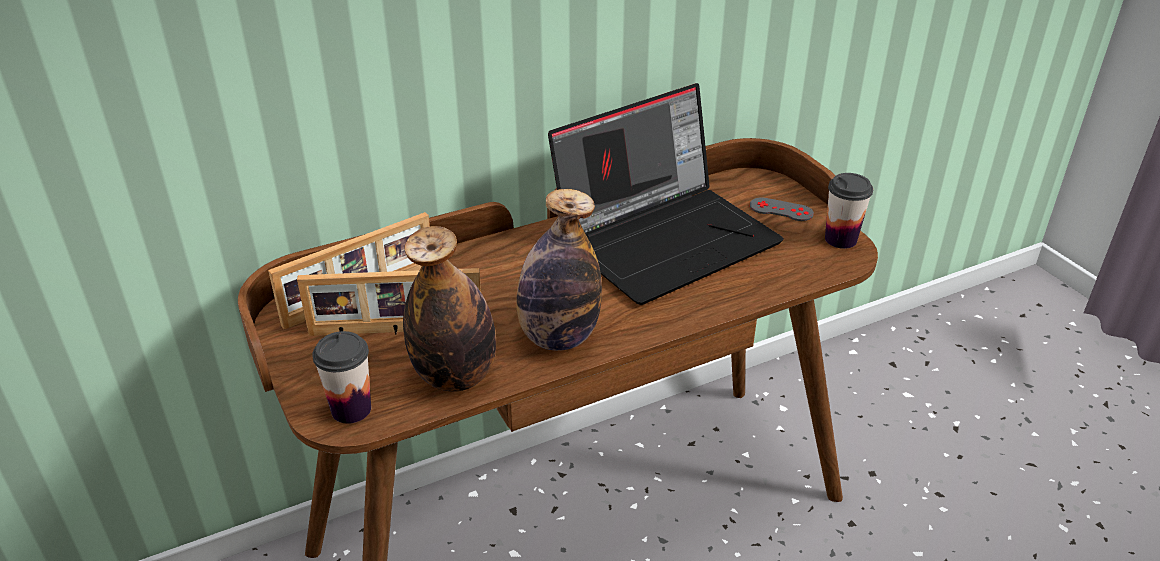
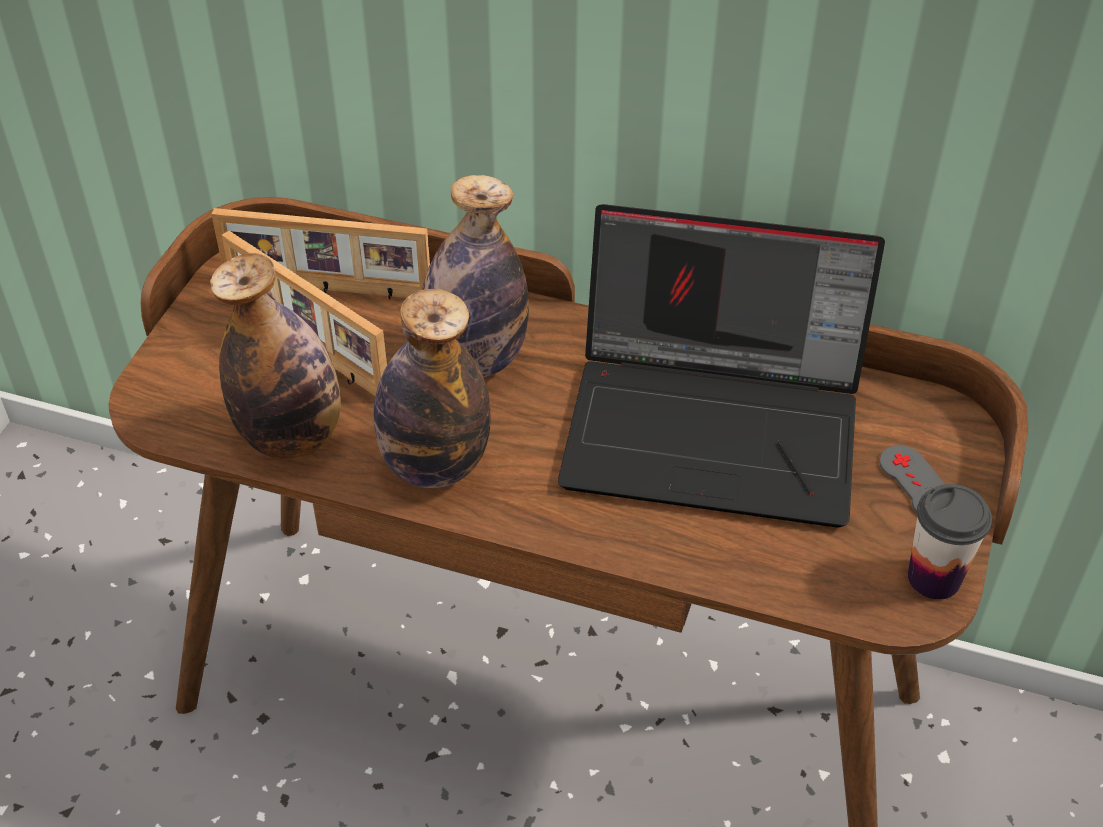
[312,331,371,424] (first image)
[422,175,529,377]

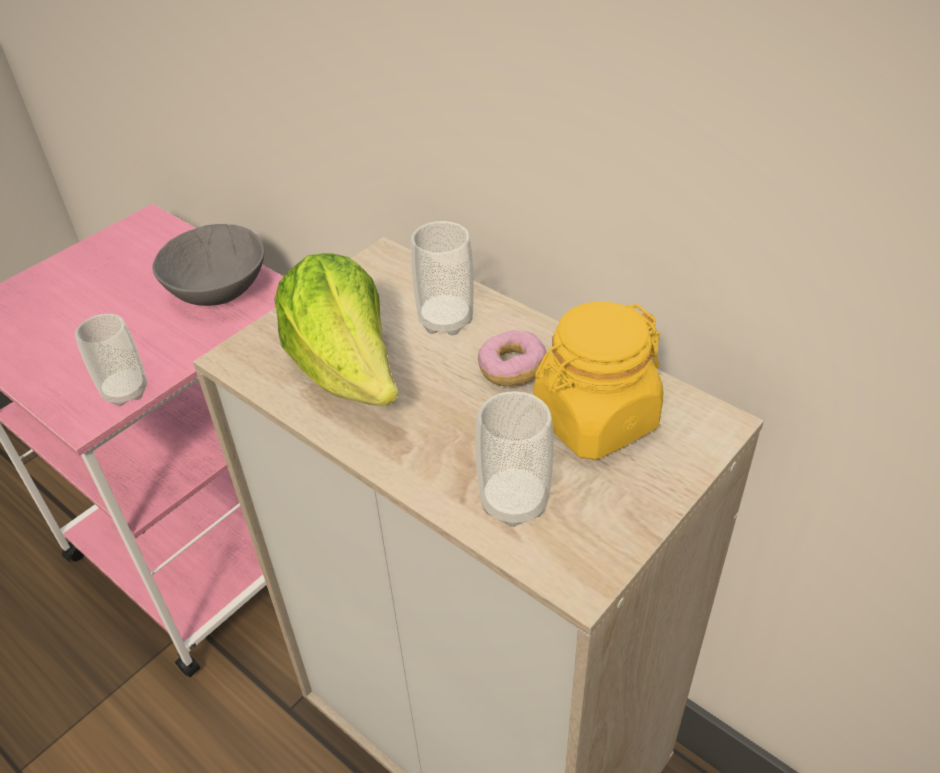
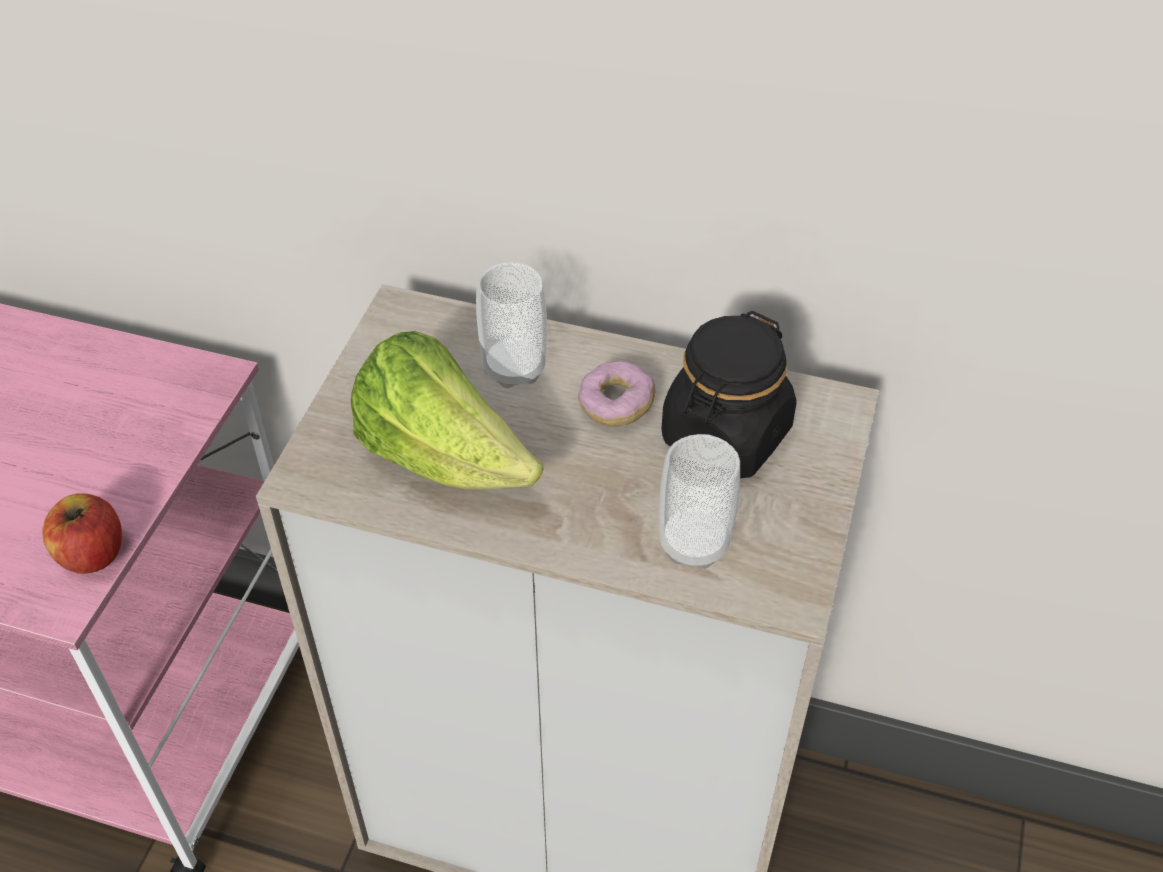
[153,224,264,306] (first image)
[42,493,122,574]
[661,311,797,478]

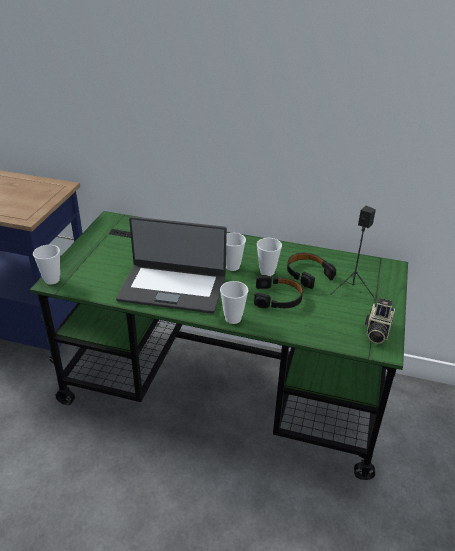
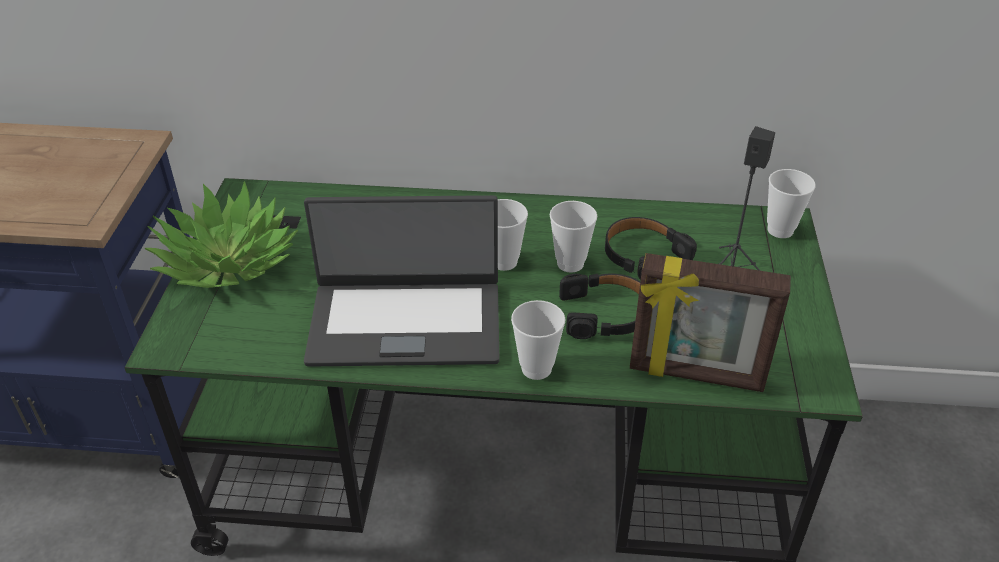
[365,298,395,344] (first image)
[144,181,298,288]
[630,253,791,392]
[767,169,816,238]

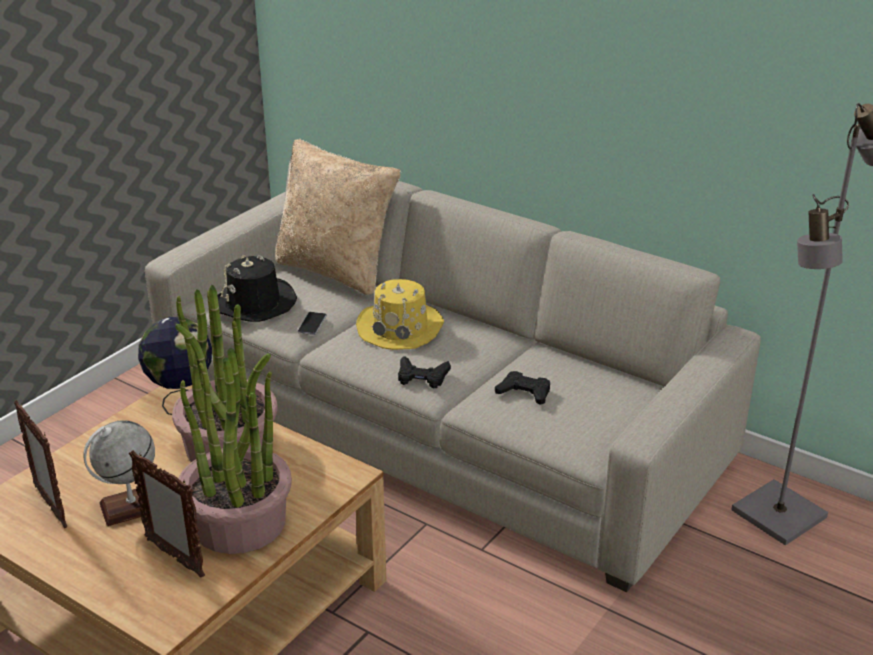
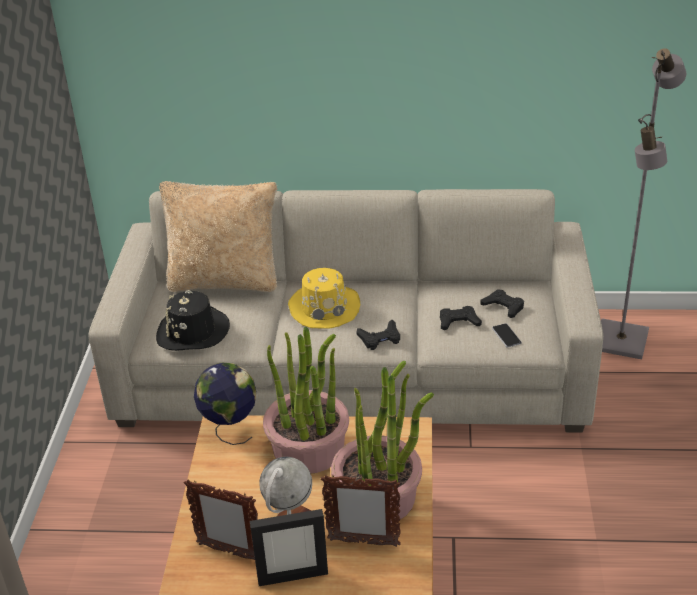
[250,509,328,586]
[480,289,524,318]
[492,323,522,348]

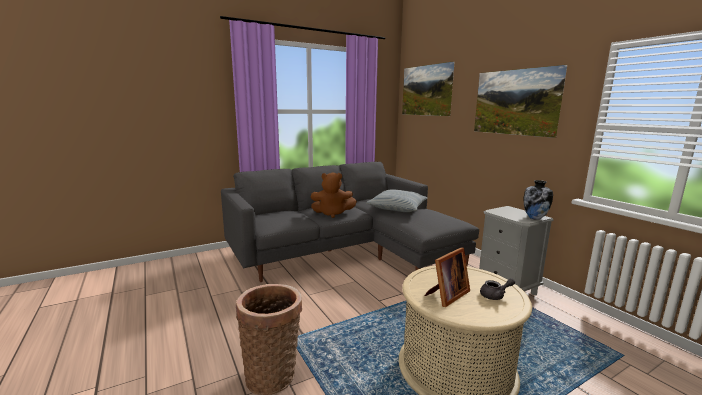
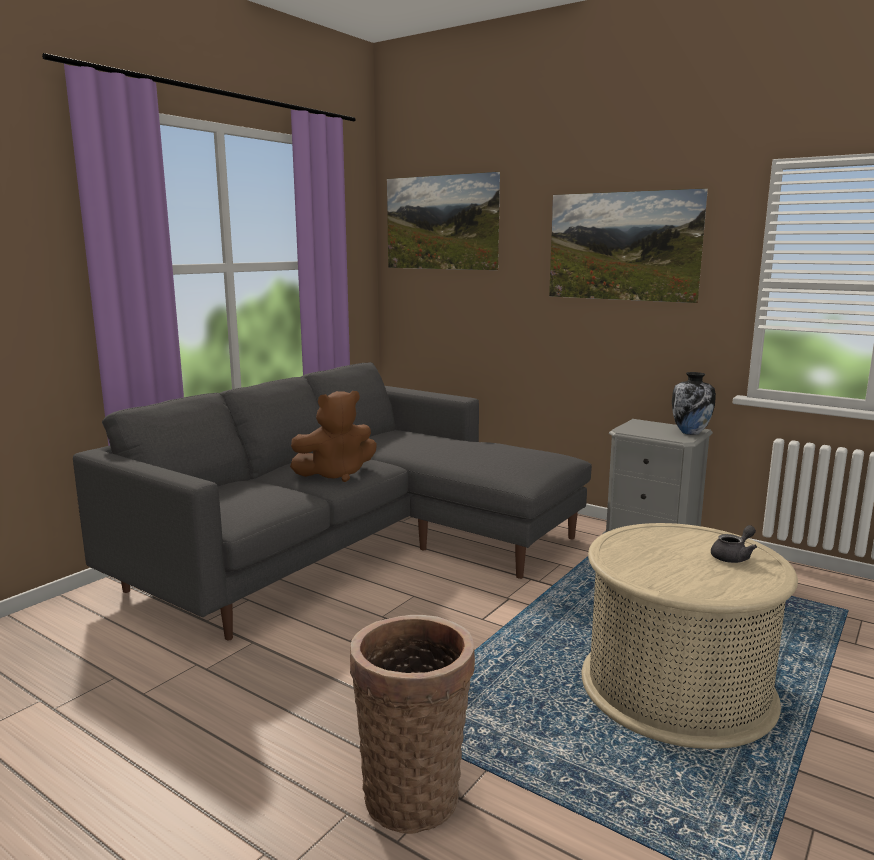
[366,189,428,212] (first image)
[424,248,470,307] (first image)

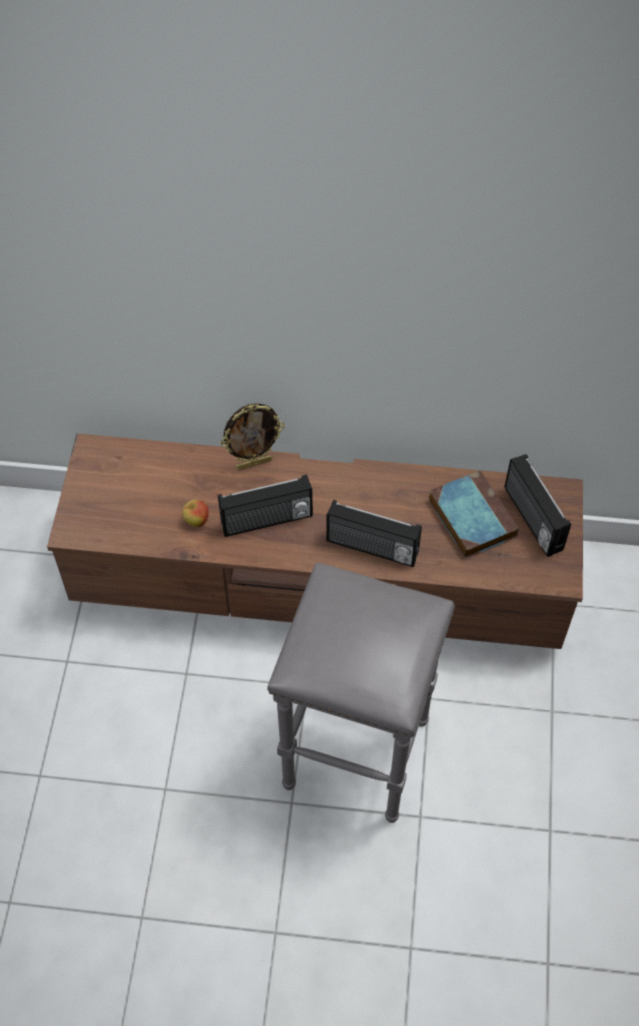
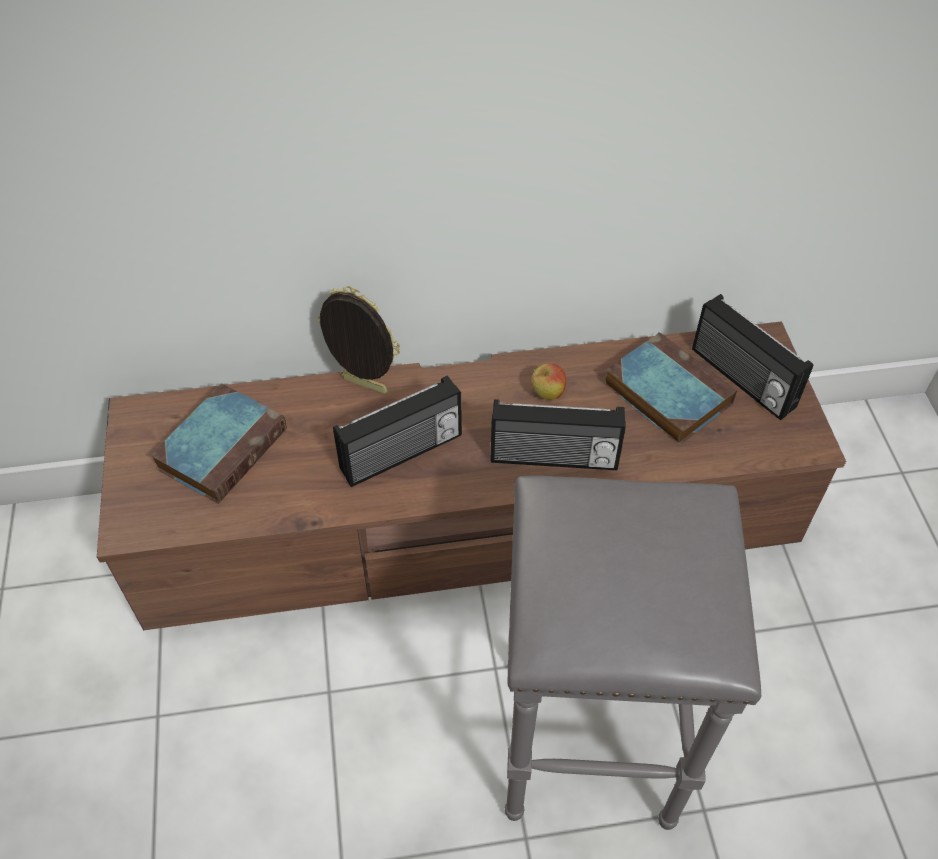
[150,383,287,504]
[531,364,566,400]
[318,286,400,394]

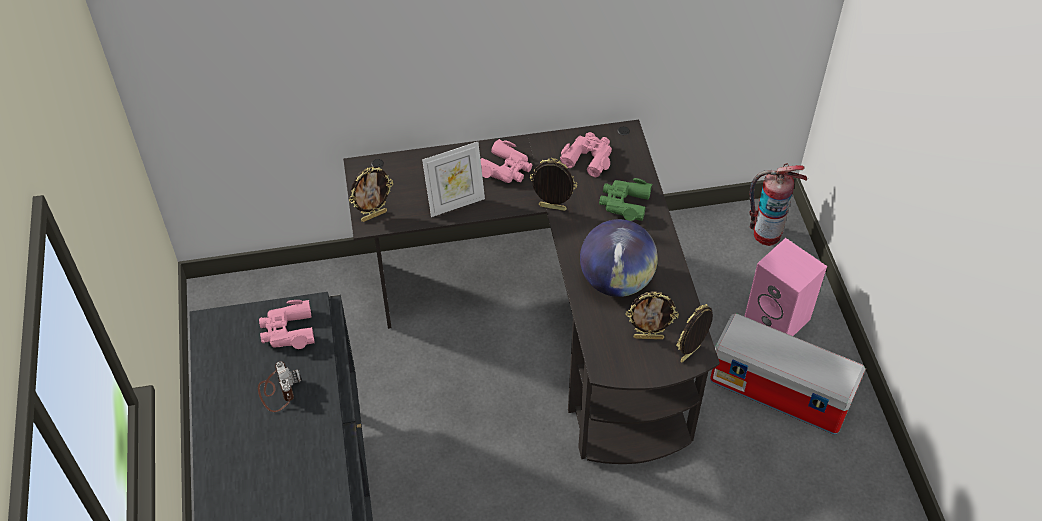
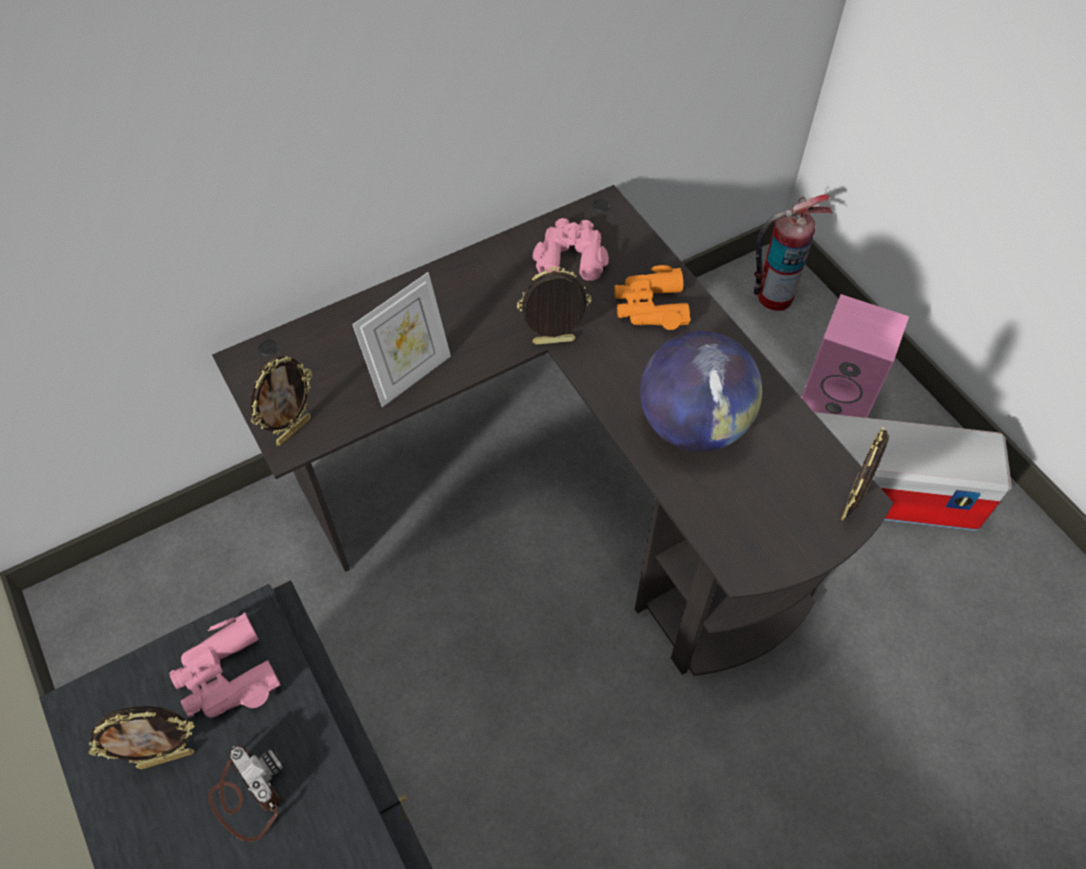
[480,139,532,183] (first image)
[88,706,195,769]
[614,265,691,330]

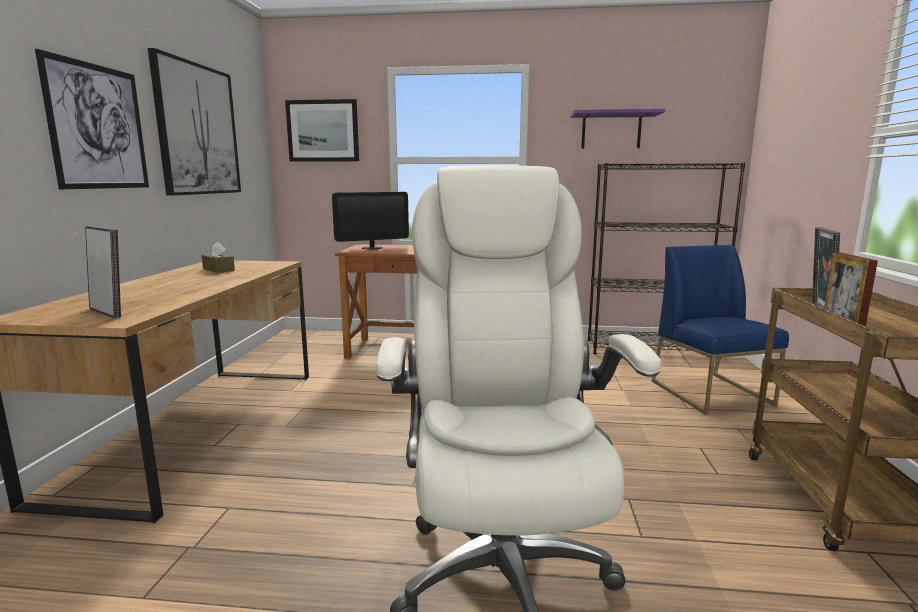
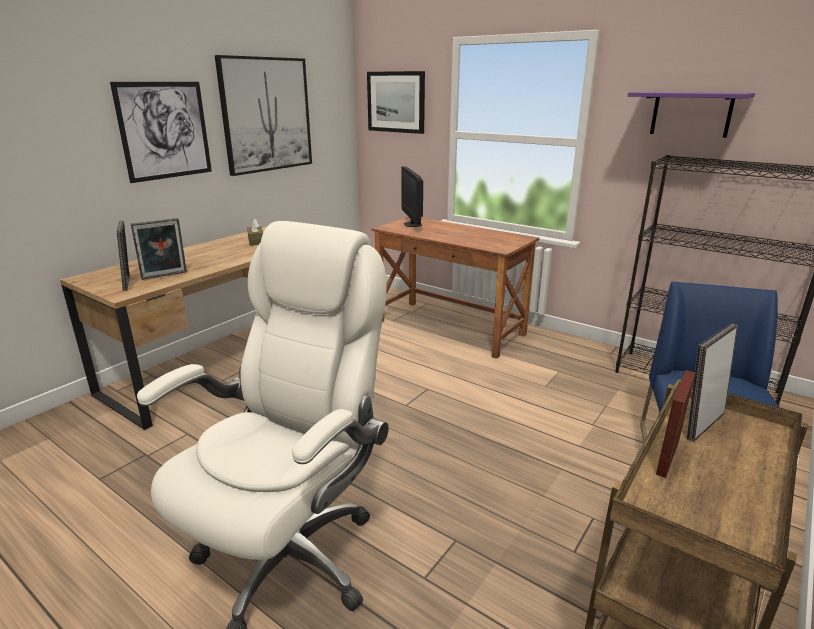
[131,218,187,280]
[401,166,423,227]

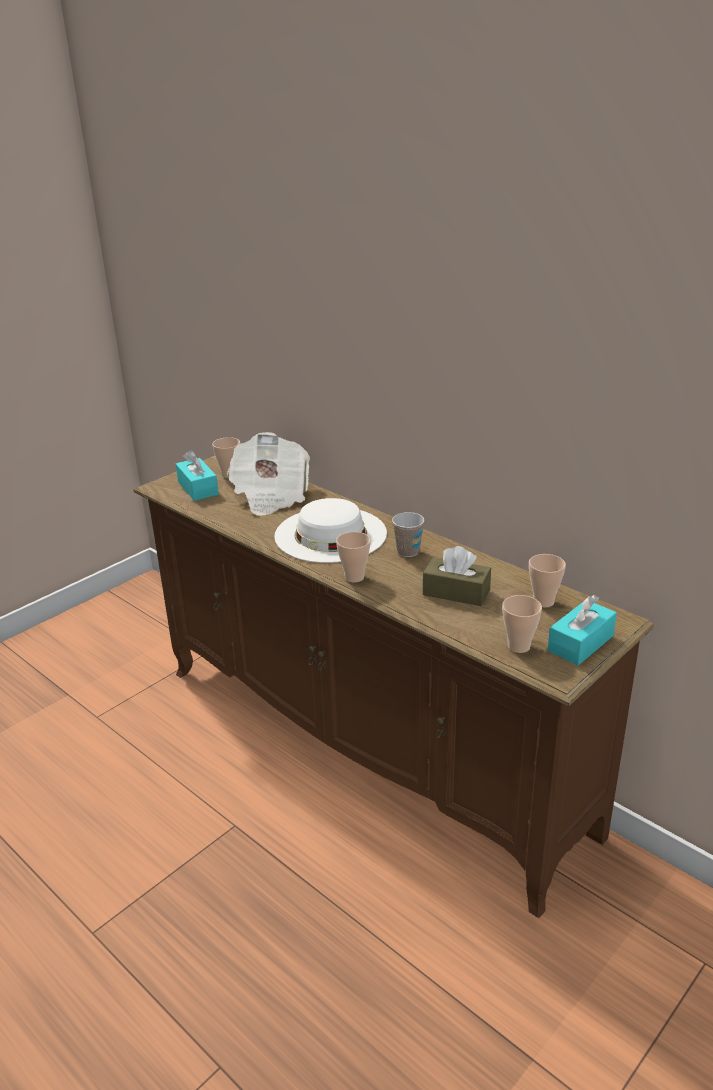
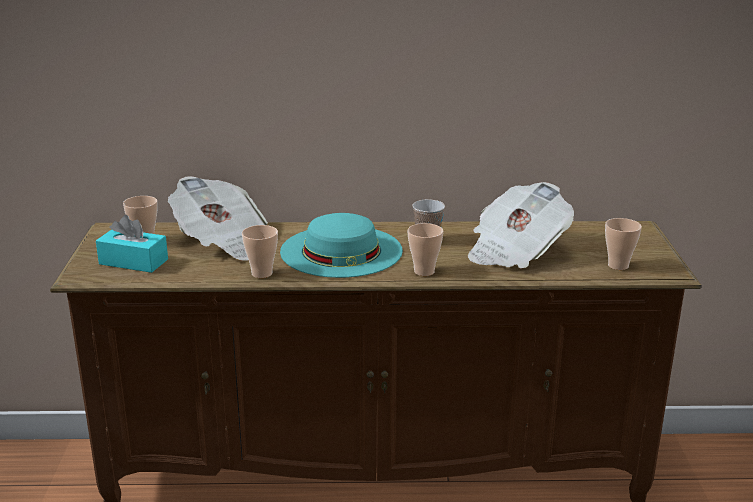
[548,595,617,665] (first image)
[242,225,278,278]
[468,182,574,268]
[280,213,403,278]

